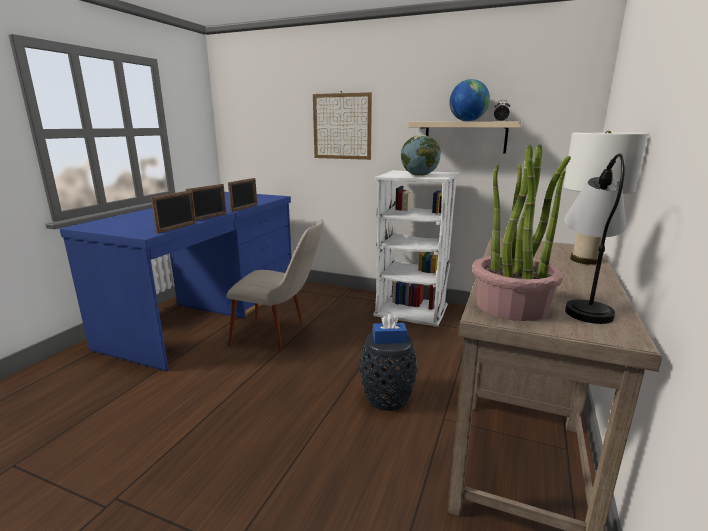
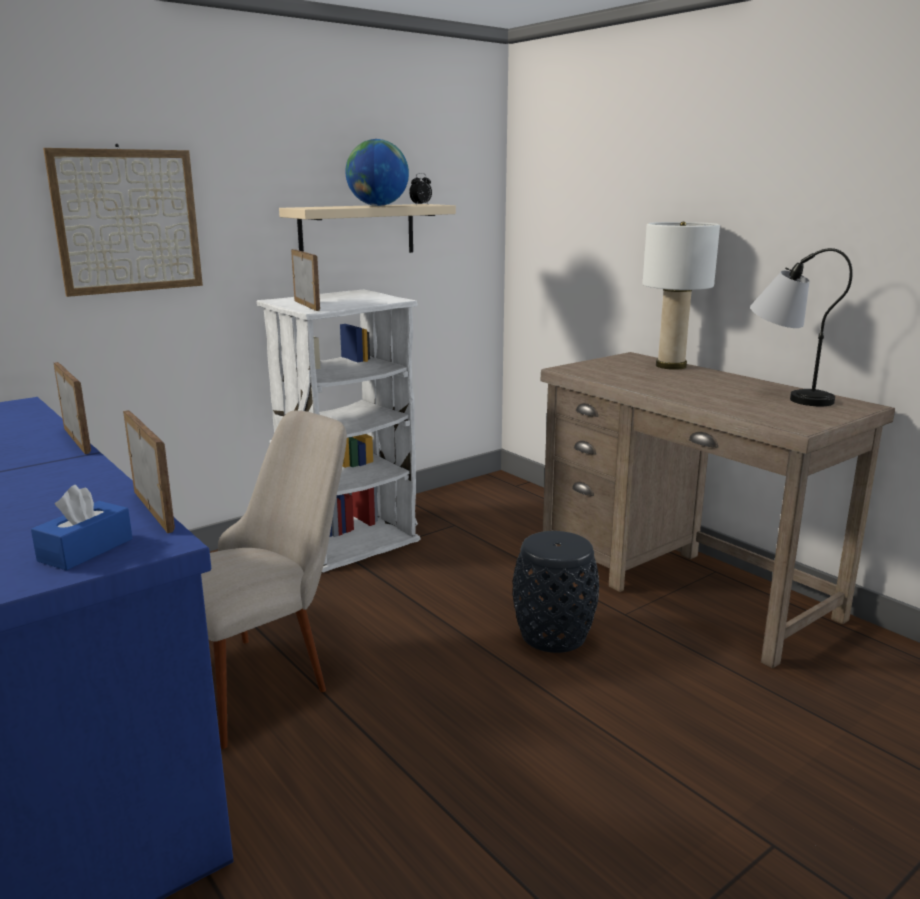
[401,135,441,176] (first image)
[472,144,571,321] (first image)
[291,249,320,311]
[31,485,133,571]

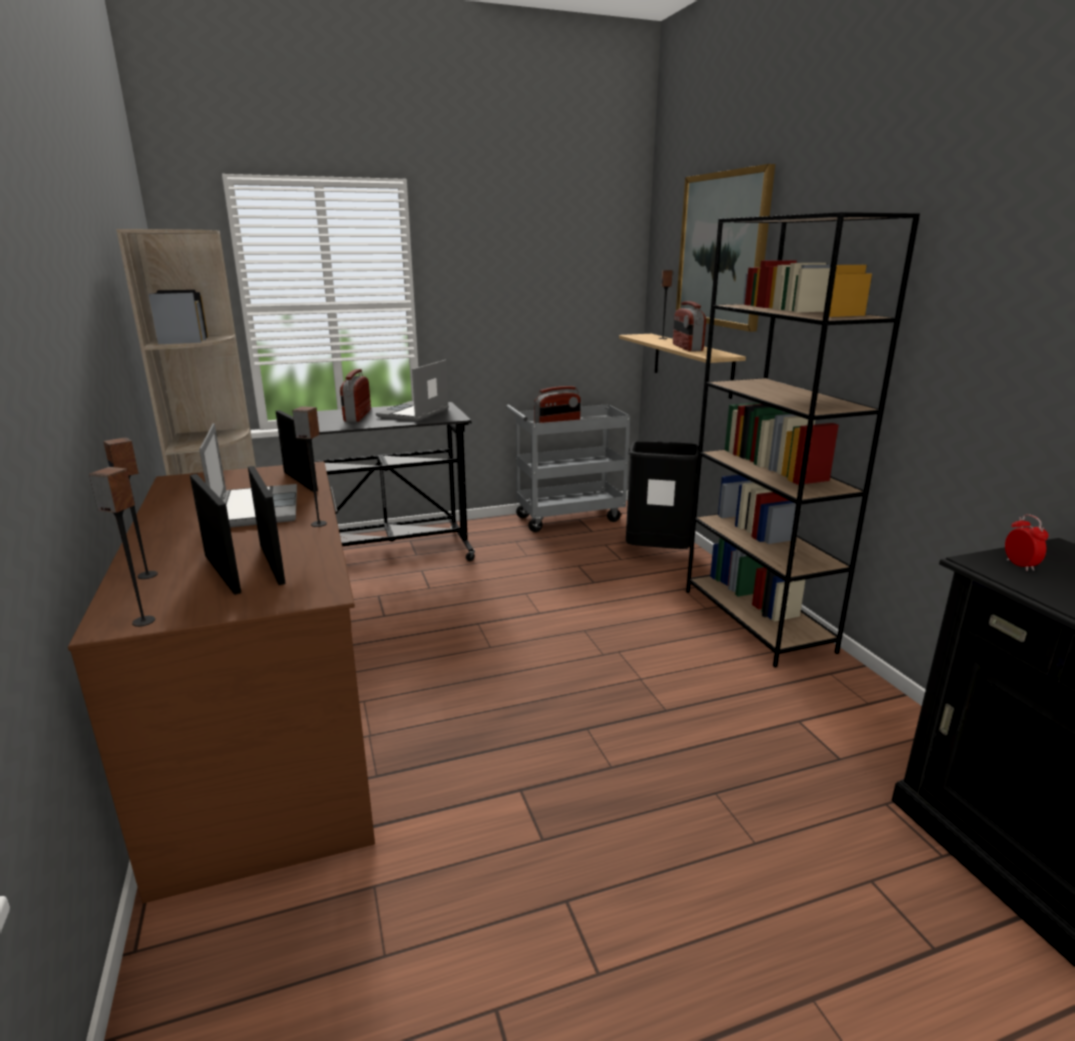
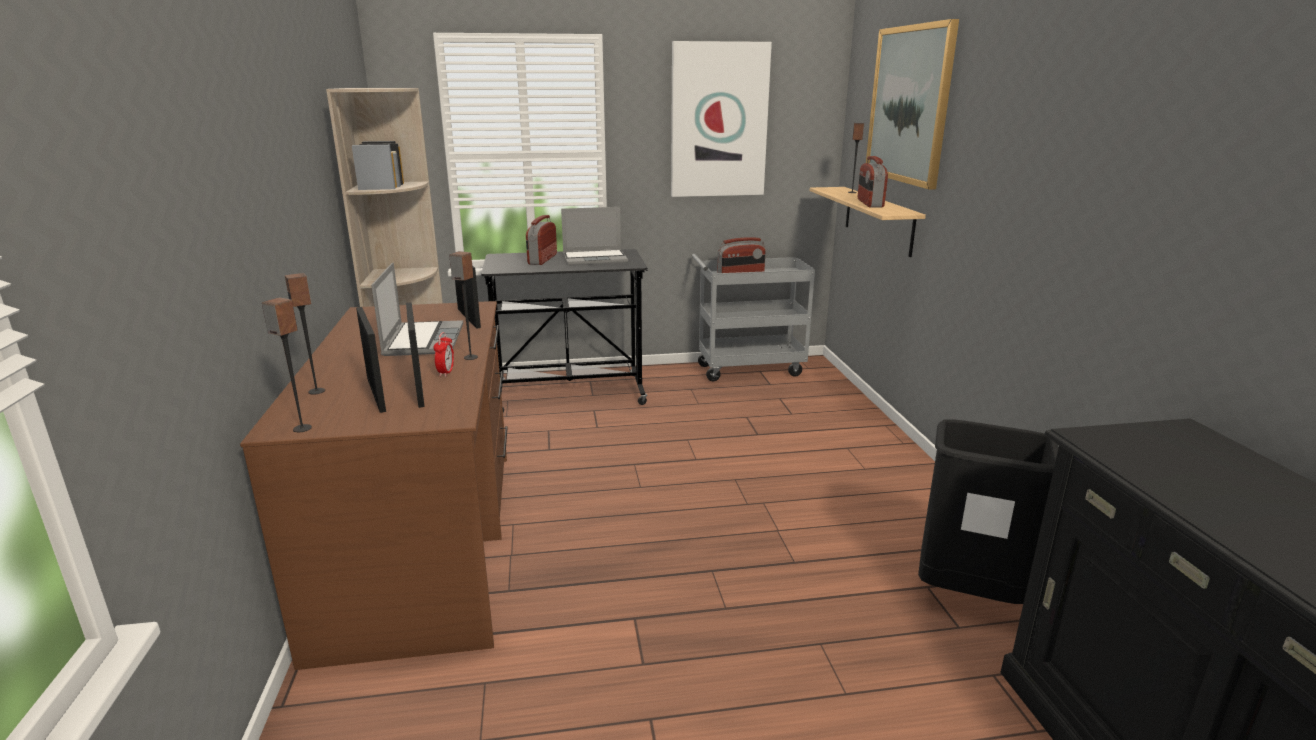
[686,212,920,667] (first image)
[671,41,772,197]
[918,419,1059,604]
[434,332,454,377]
[561,207,628,266]

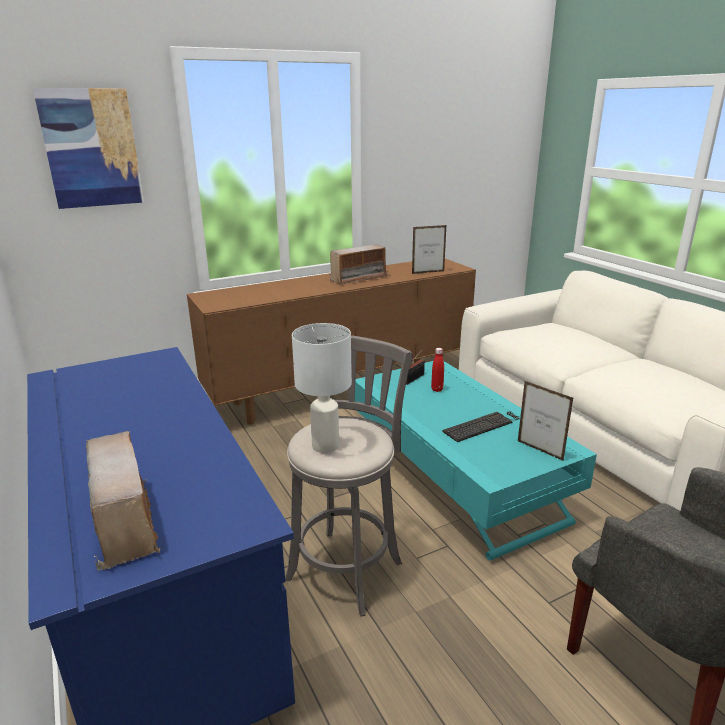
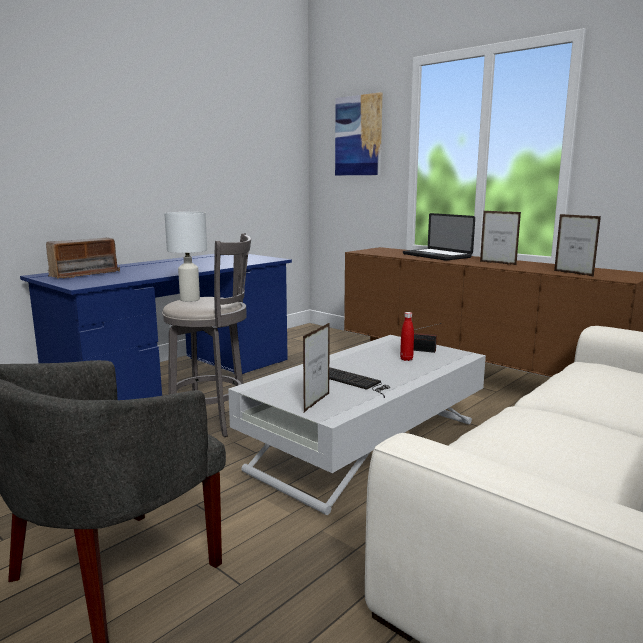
[403,213,475,261]
[480,211,521,265]
[228,335,486,515]

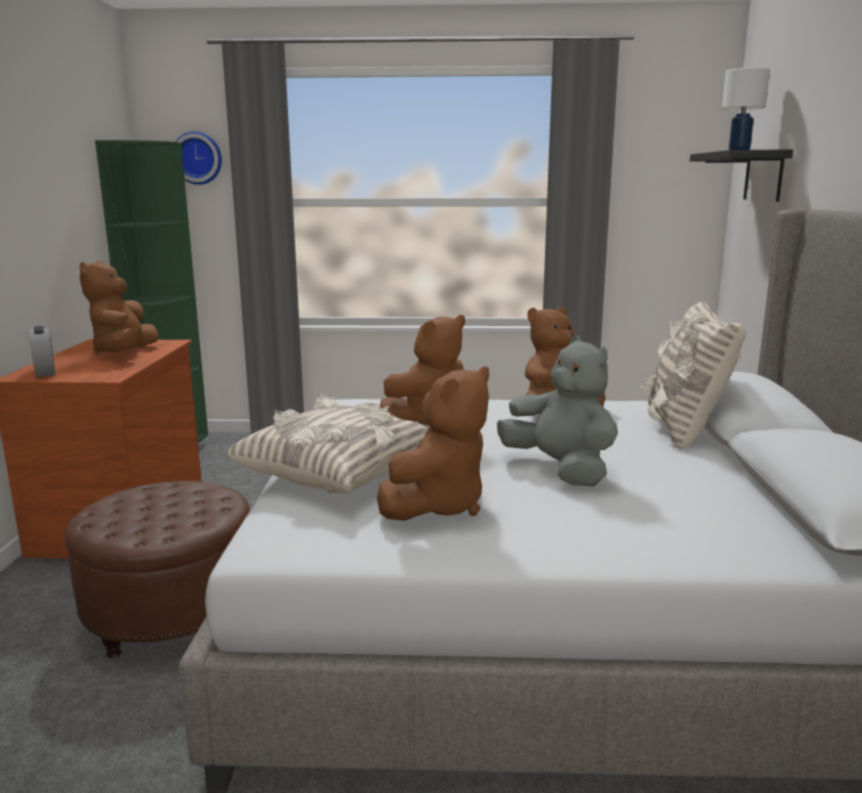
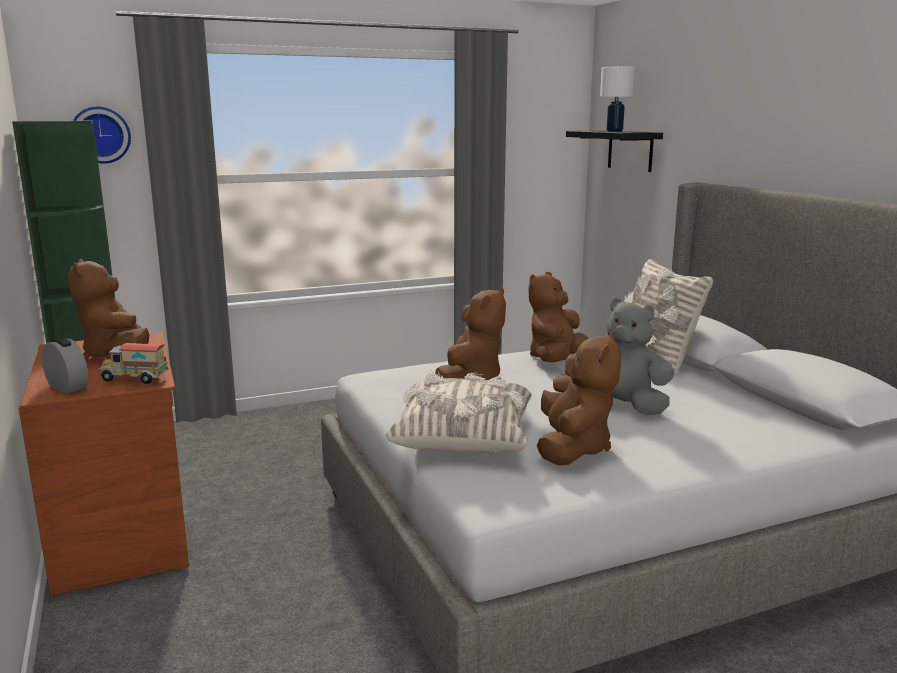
[65,481,250,658] (first image)
[99,343,168,384]

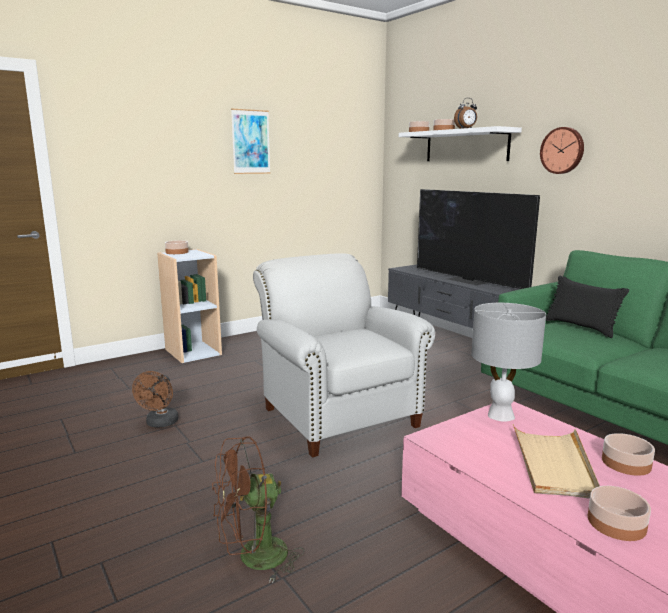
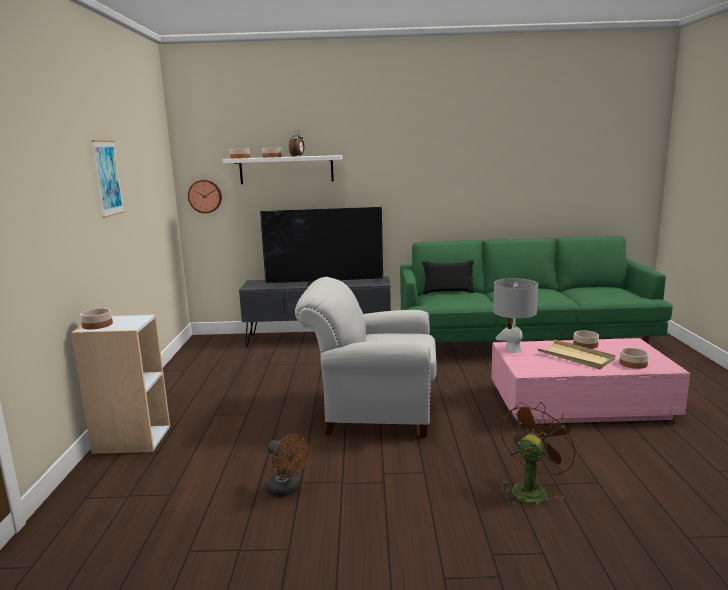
[188,180,222,213]
[499,402,578,504]

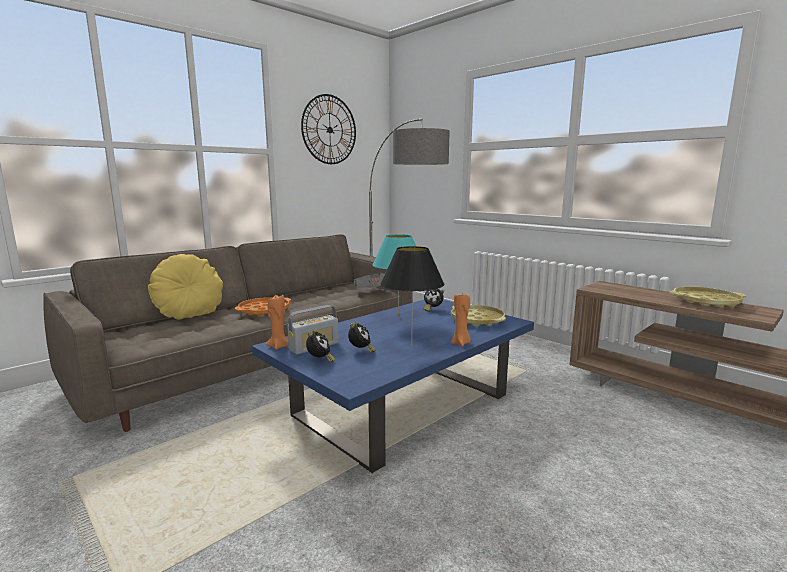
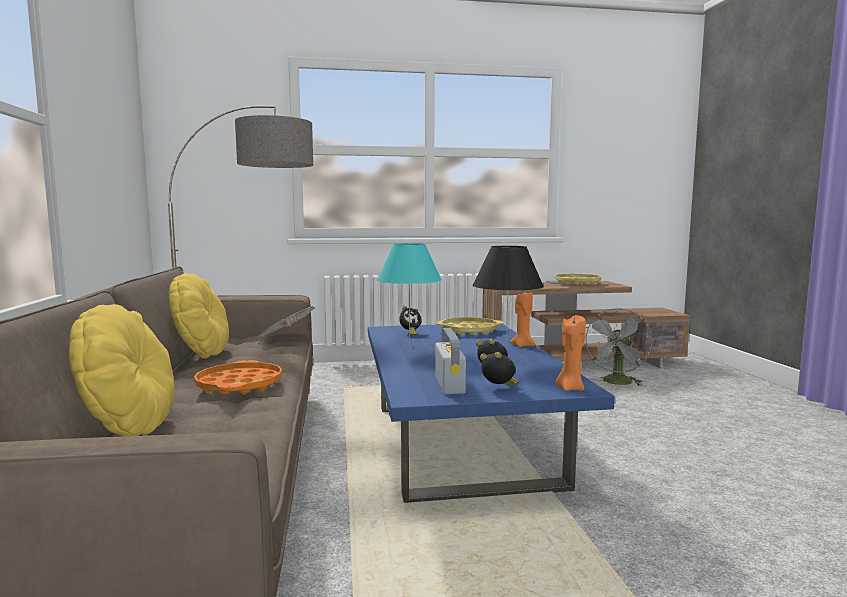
[301,94,356,164] (first image)
[169,273,229,359]
[584,308,652,386]
[555,315,586,391]

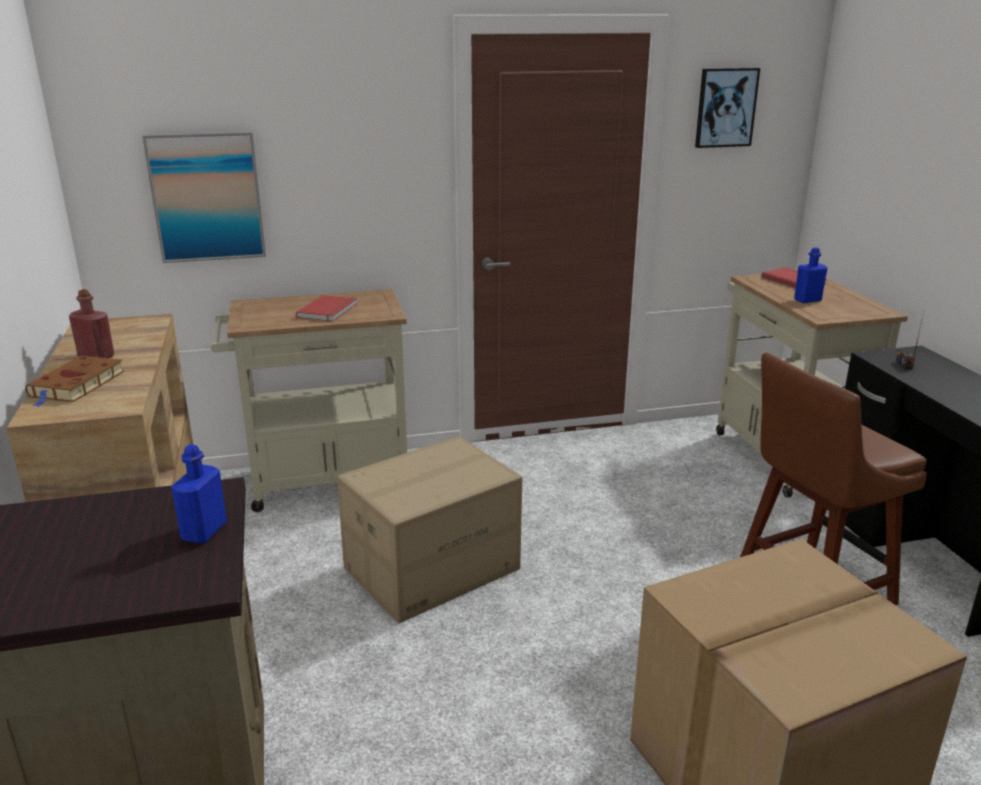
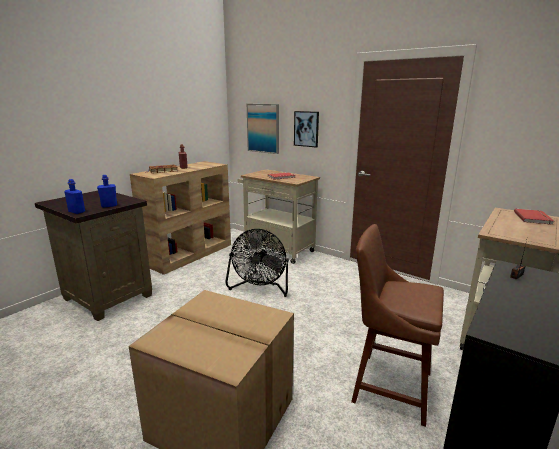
[294,111,319,148]
[65,179,85,214]
[226,229,289,297]

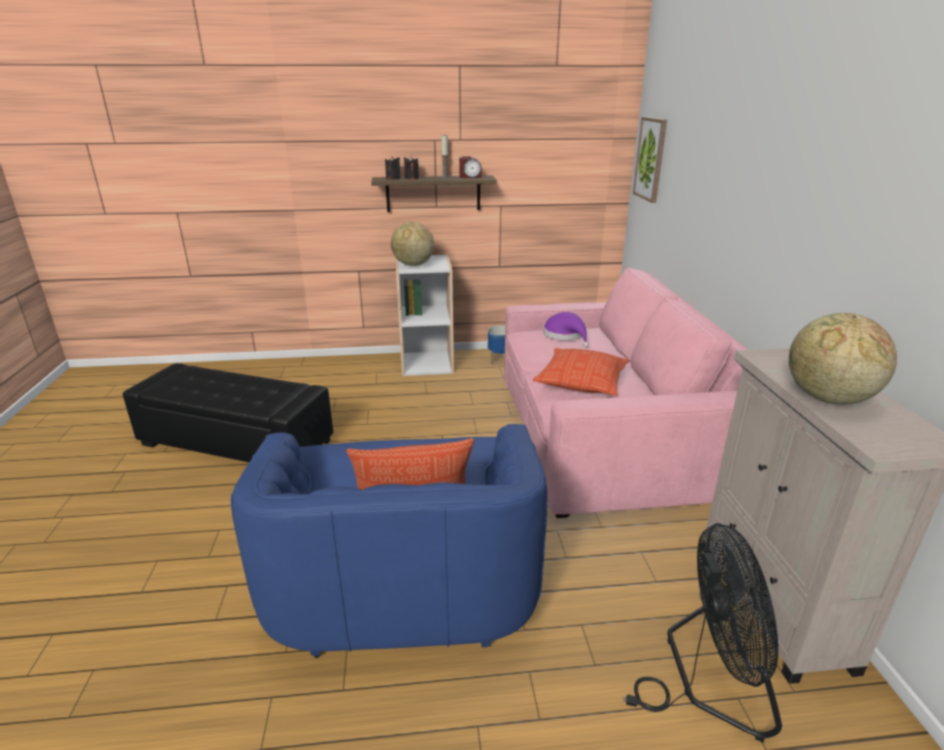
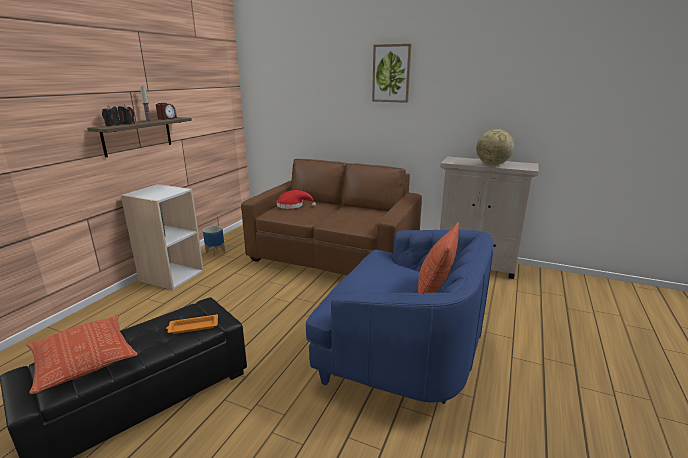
[391,222,434,266] (first image)
[623,523,782,743] (first image)
[166,314,218,334]
[27,315,138,394]
[372,44,411,103]
[241,159,422,275]
[277,190,316,209]

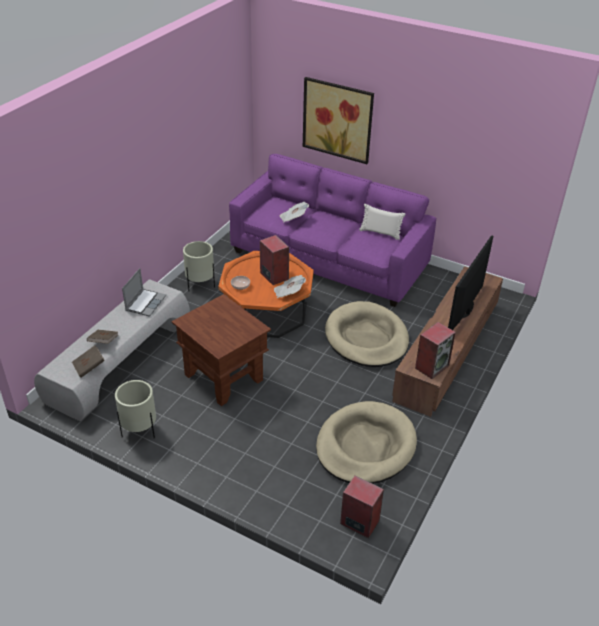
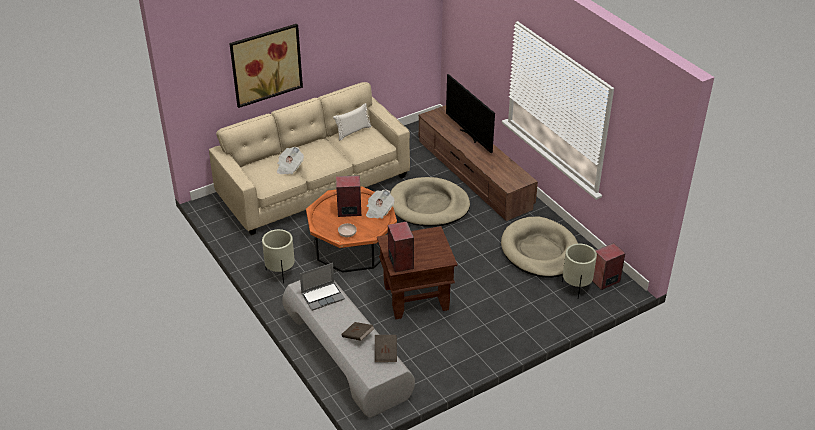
[562,244,597,298]
[388,221,414,272]
[209,82,410,235]
[300,263,345,311]

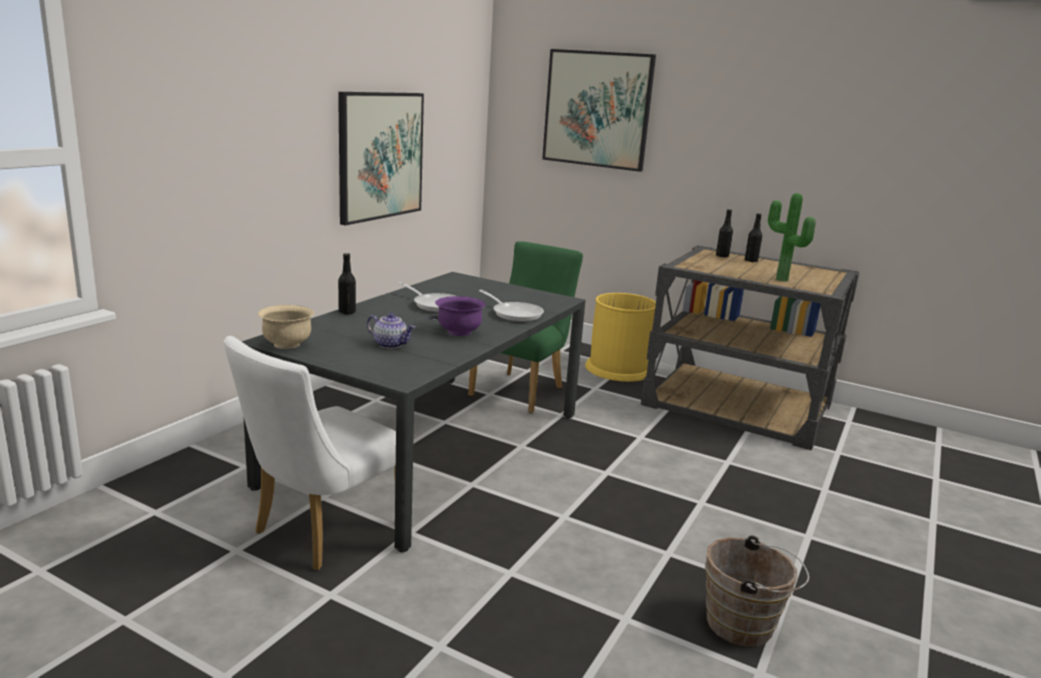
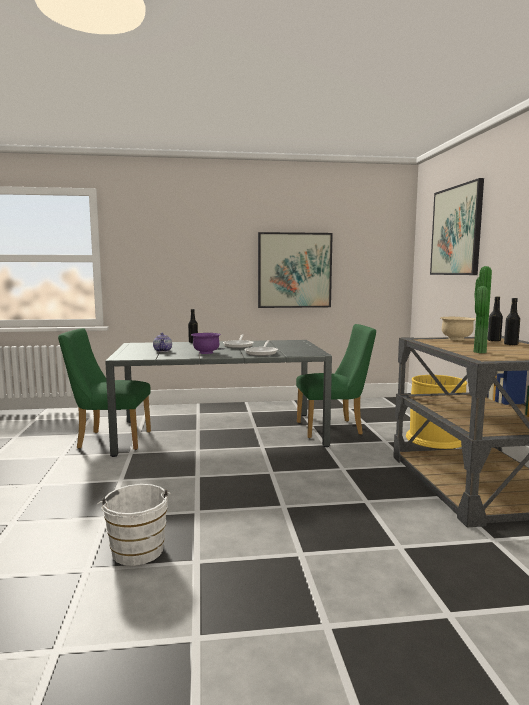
[440,317,476,340]
[58,328,151,450]
[97,484,171,566]

